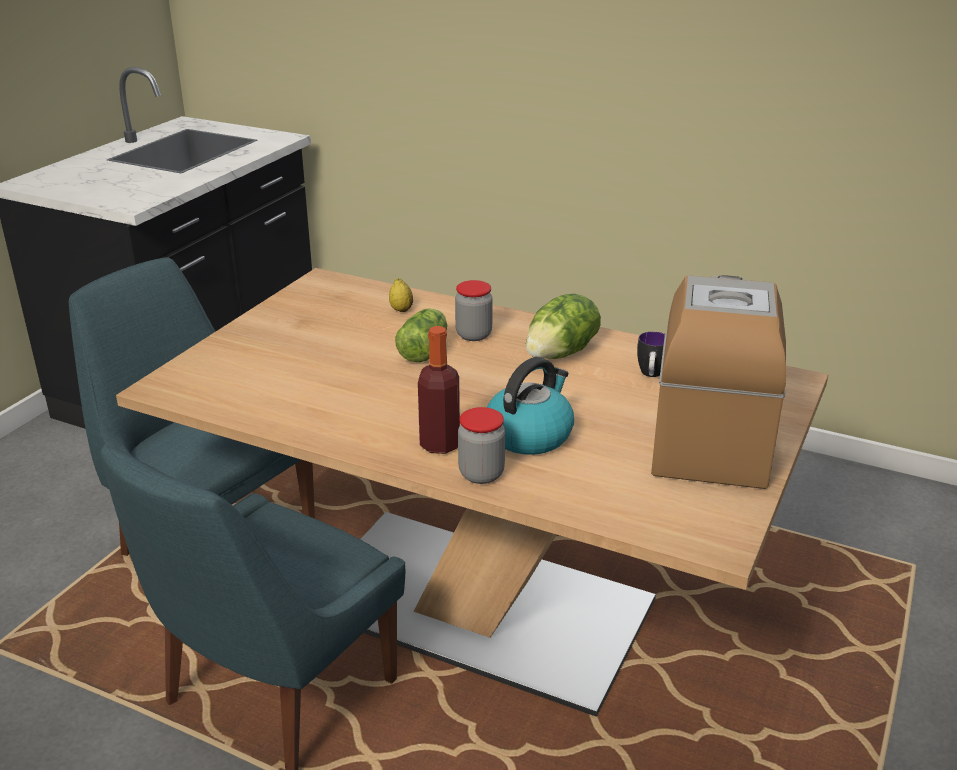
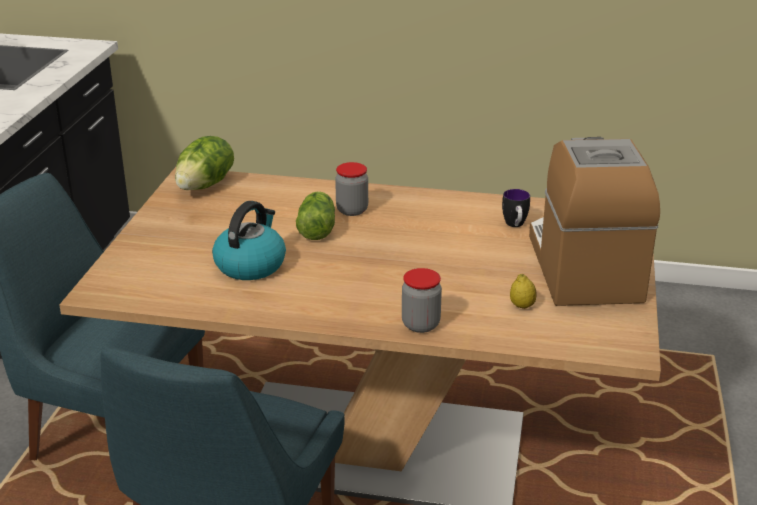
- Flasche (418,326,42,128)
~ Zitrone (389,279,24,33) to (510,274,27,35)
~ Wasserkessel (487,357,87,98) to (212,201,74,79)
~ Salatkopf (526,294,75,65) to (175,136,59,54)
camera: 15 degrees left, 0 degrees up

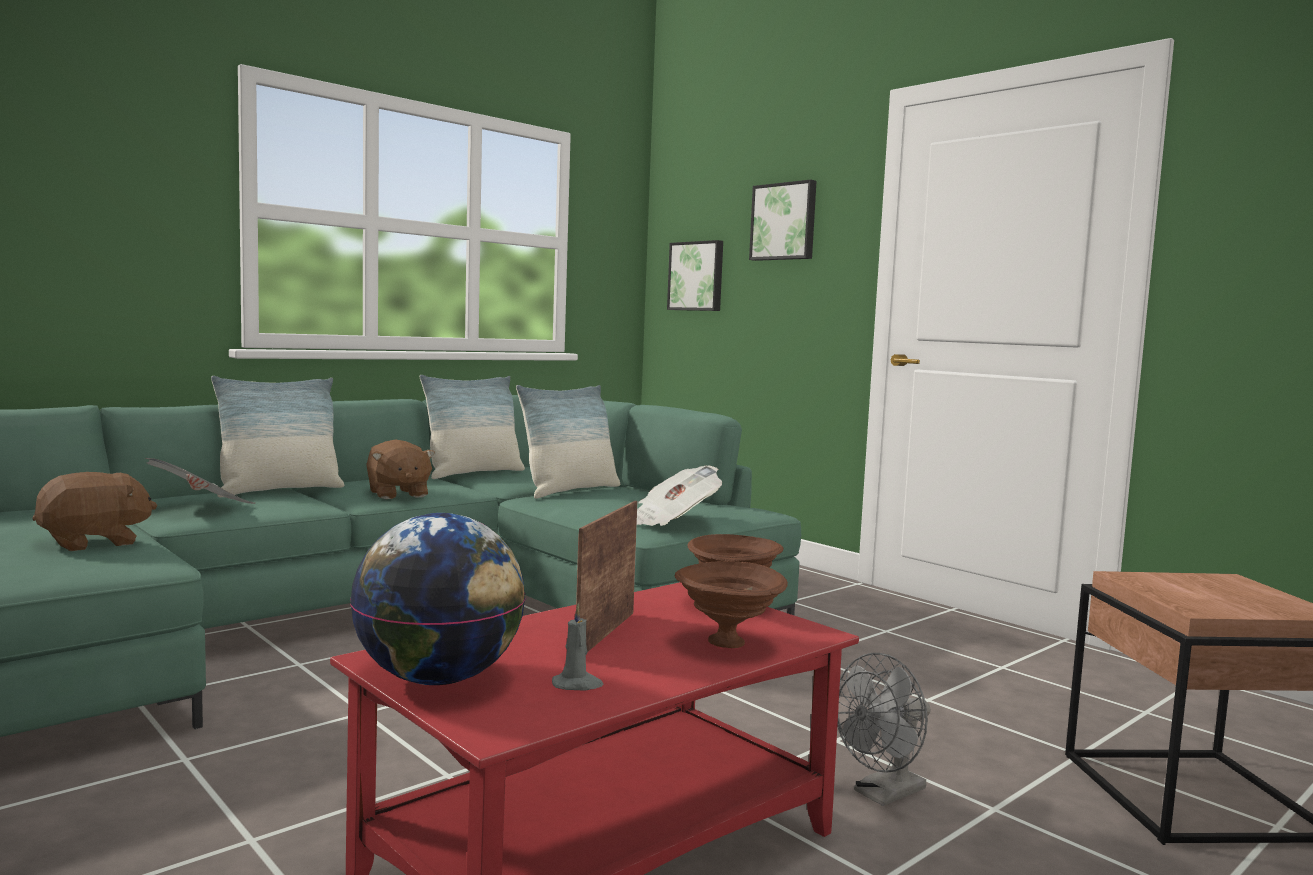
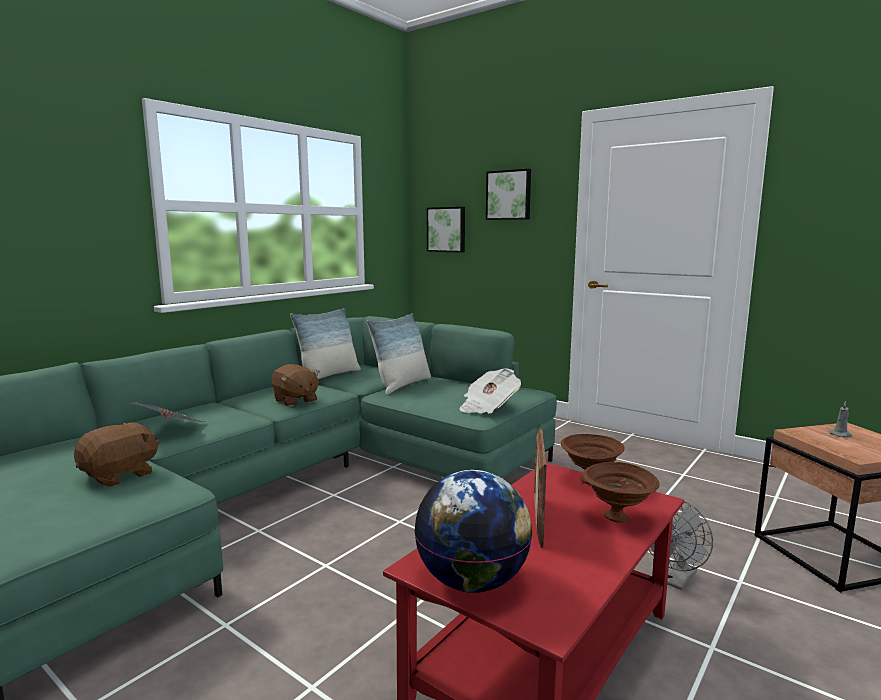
- Kissen (211,376,133,121)
~ Kerze (grau) (552,604,51,86) to (828,401,24,36)
camera: 10 degrees left, 5 degrees up

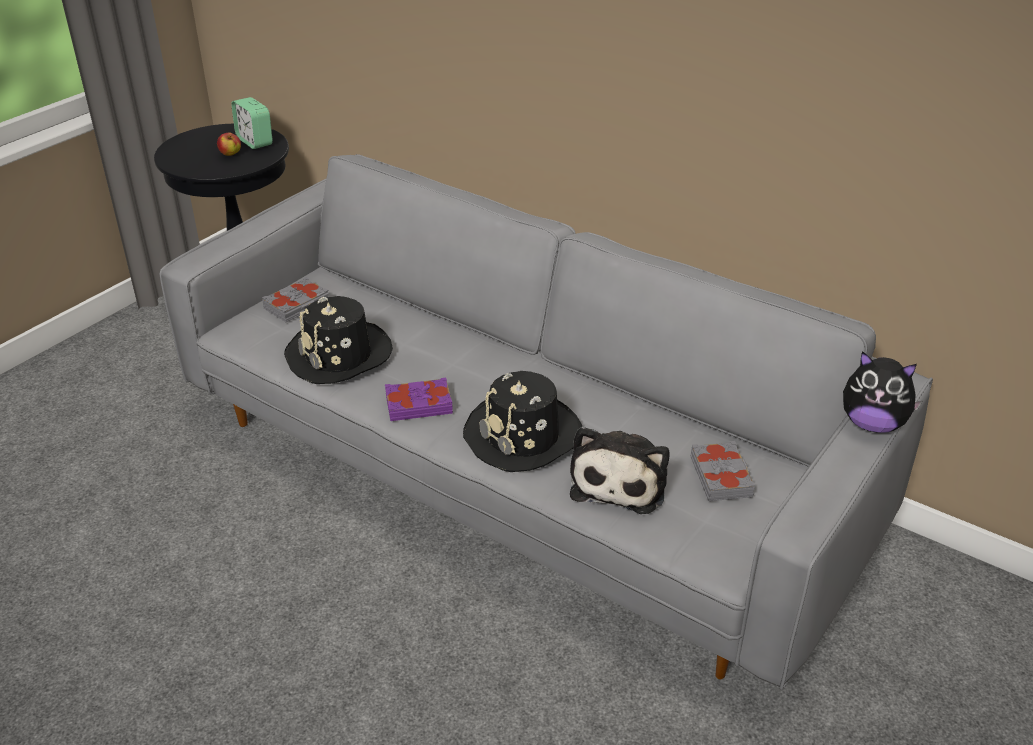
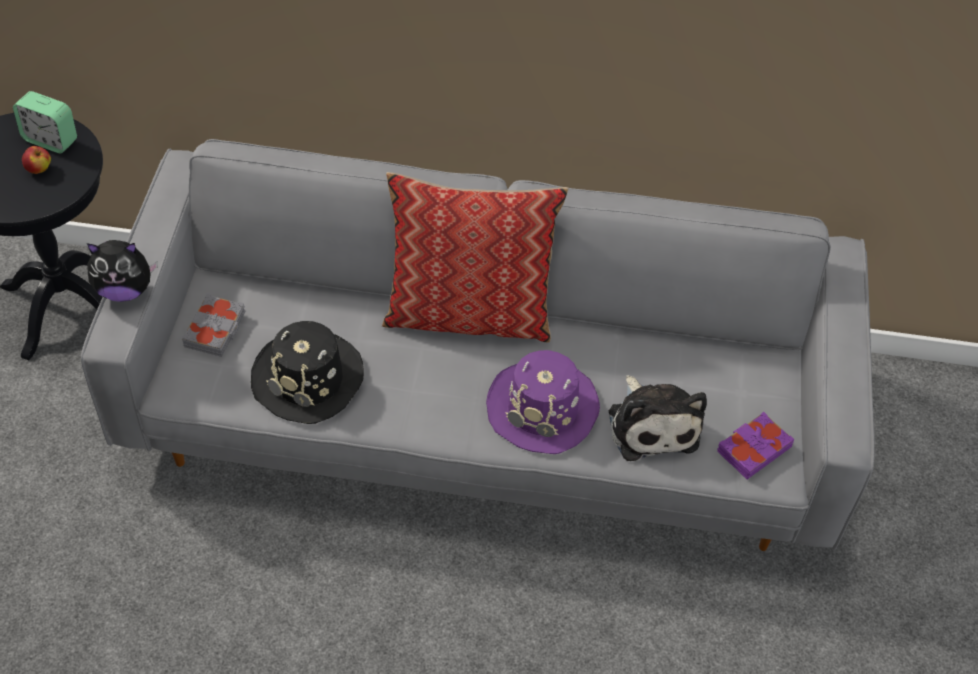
- Buch (grau) (690,441,65,60)
+ Kissen (382,172,187,170)
~ Buch (lila) (385,377,68,44) to (717,412,77,67)
~ Plüschtier (843,351,79,82) to (87,240,71,62)
~ Hut (schwarz) (463,371,119,101) to Hut (lila) (486,350,114,104)
camera: 30 degrees left, 15 degrees up

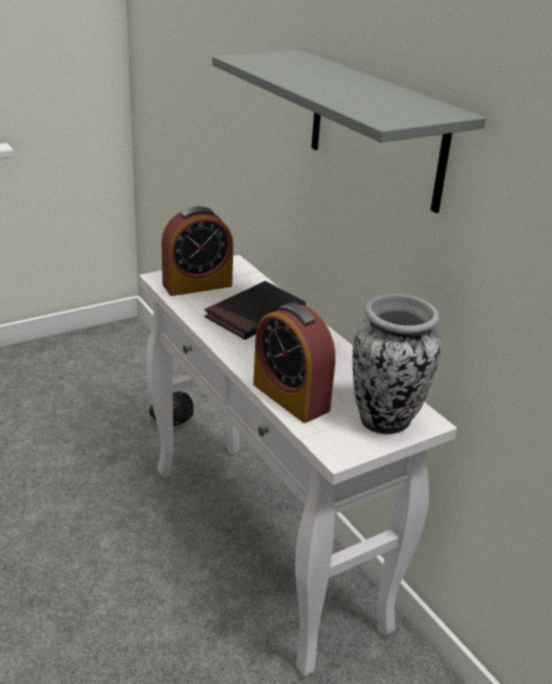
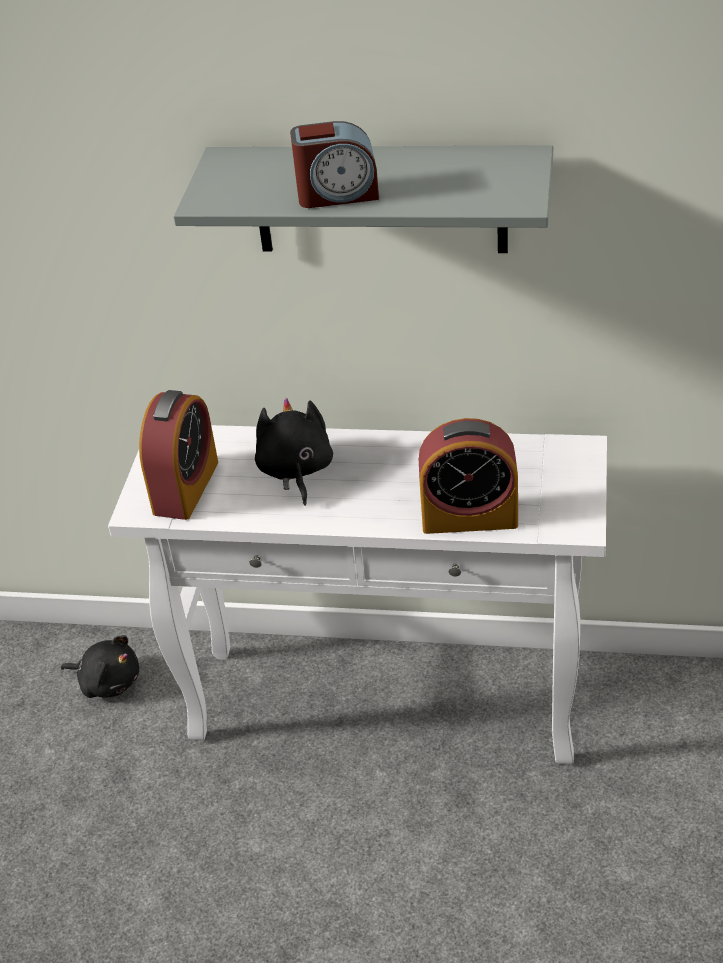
- Vase (352,294,89,140)
+ Wecker (290,121,89,87)
~ Buch (schwarz) (204,281,102,59) to Plüschtier (schwarz) (255,398,78,108)
camera: 45 degrees left, 10 degrees up

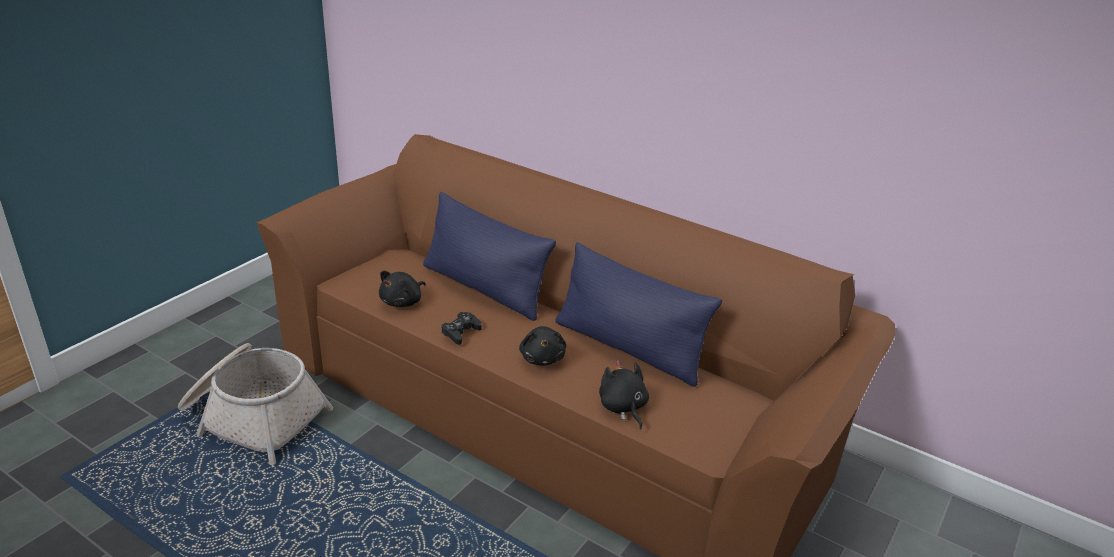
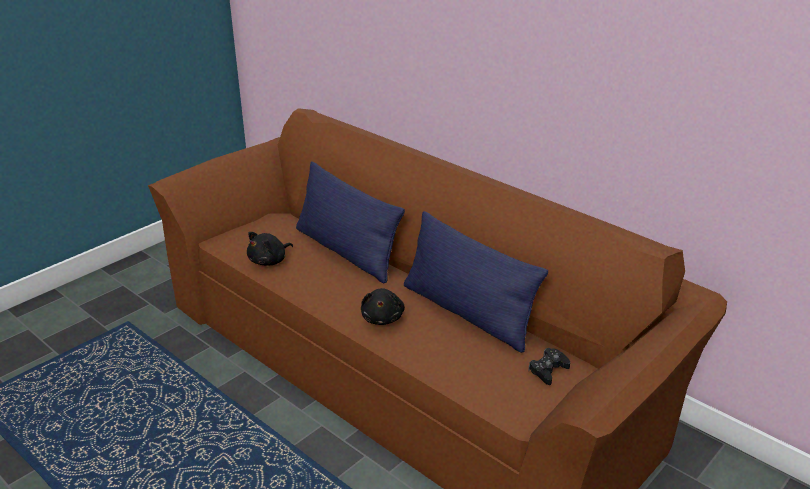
- Korb (178,343,155,122)
- Plüschtier (schwarz) (599,361,50,69)
~ Gamepad (schwarz) (441,312,40,33) to (528,348,42,37)
camera: 10 degrees right, 0 degrees up

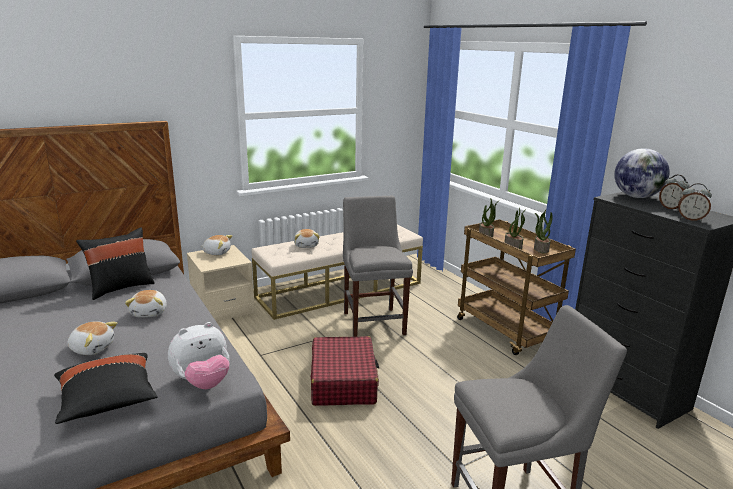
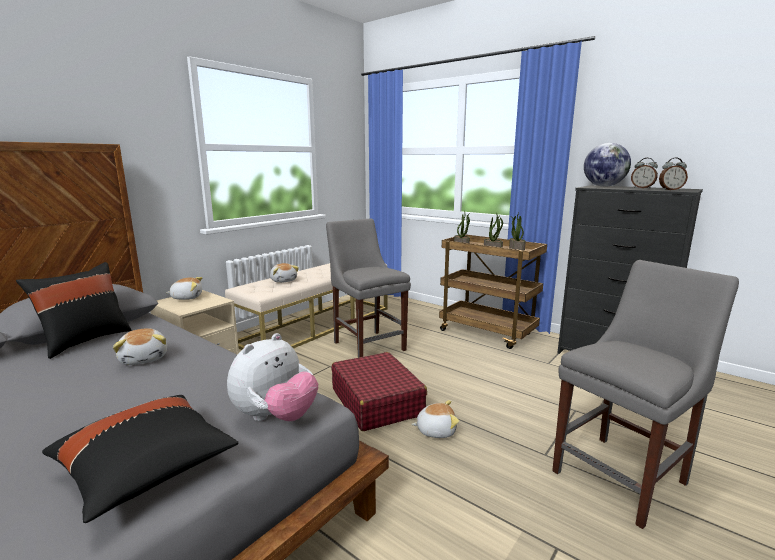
~ Plüschtier (68,321,49,34) to (411,400,48,38)
camera: 20 degrees left, 5 degrees down

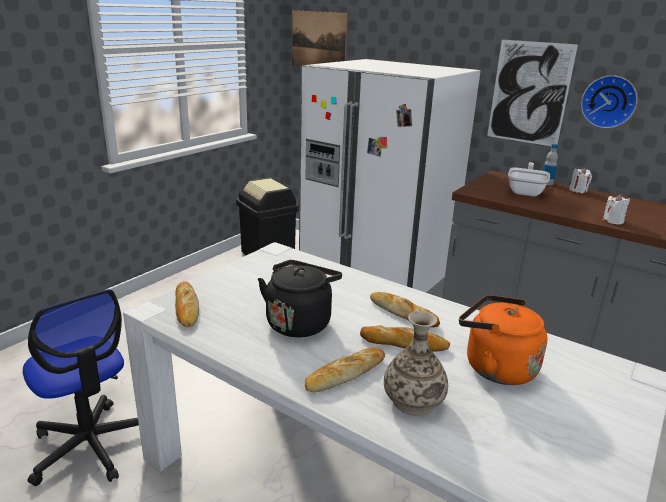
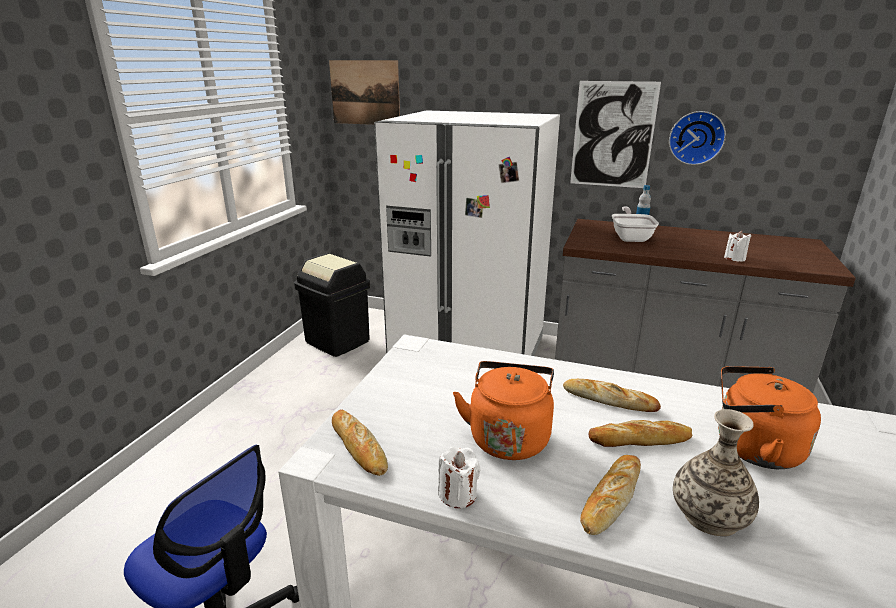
~ Kerze (weiß) (569,168,23,25) to (438,447,42,61)
~ Wasserkessel (schwarz) (258,260,84,77) to Wasserkessel (orange) (453,361,101,99)
camera: 15 degrees left, 0 degrees up

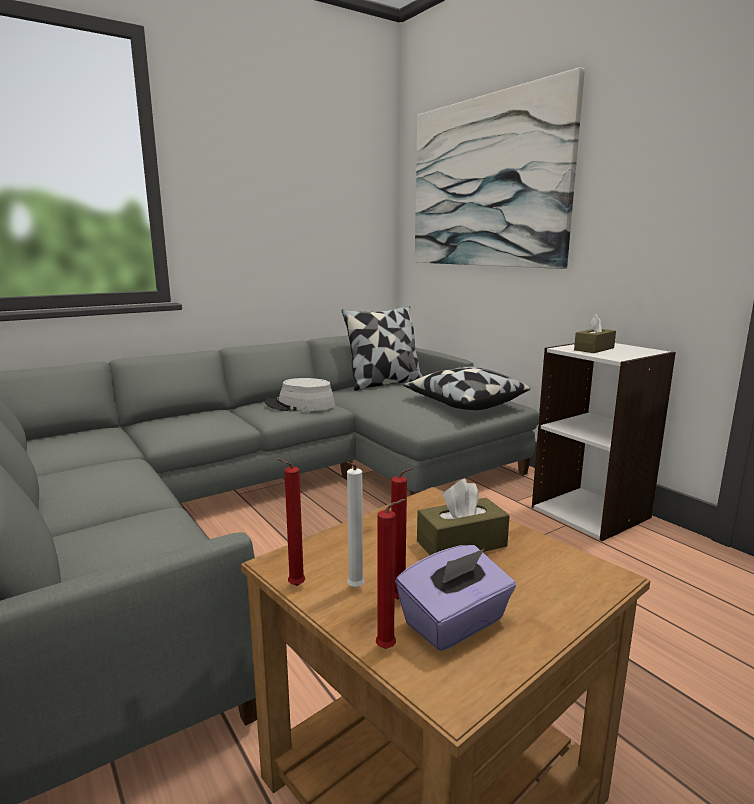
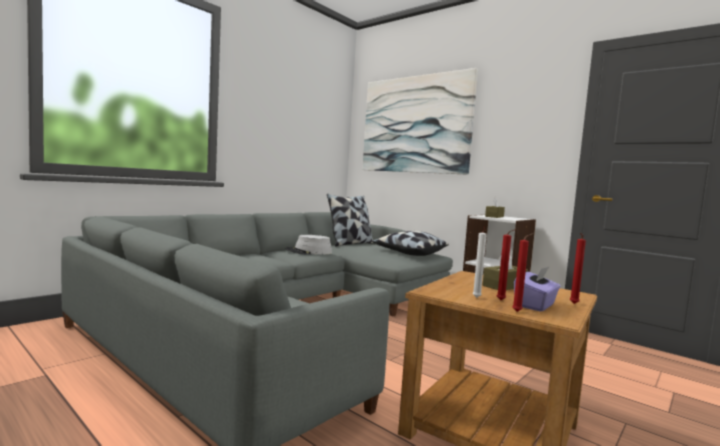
~ Kerze (rot) (277,458,28,128) to (570,233,16,71)
camera: 15 degrees left, 10 degrees down

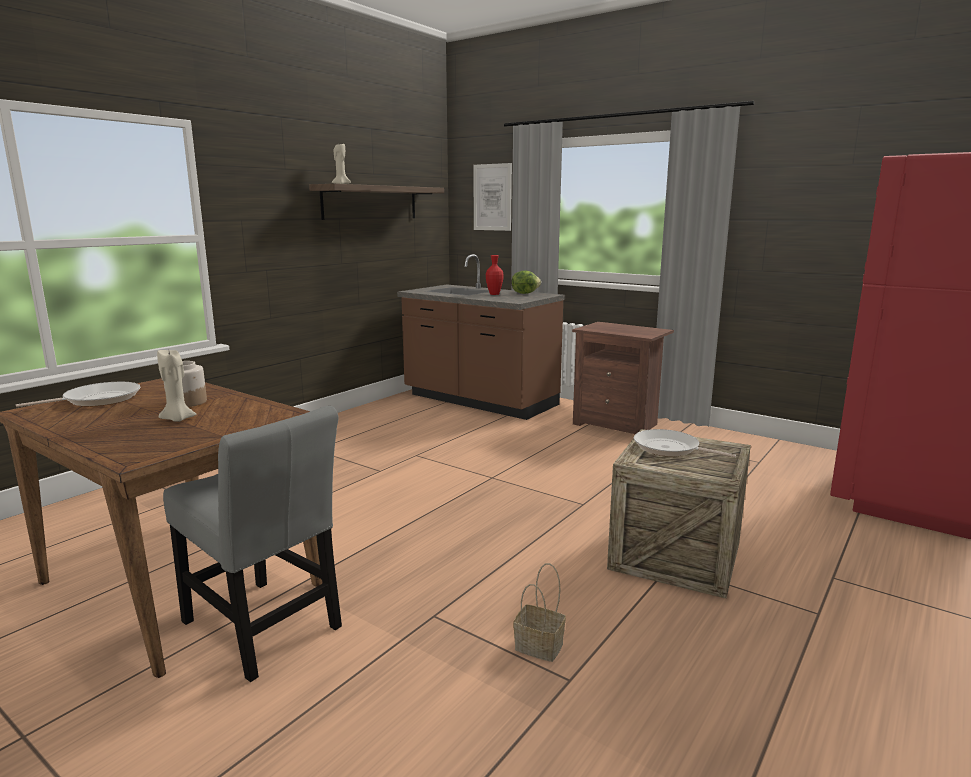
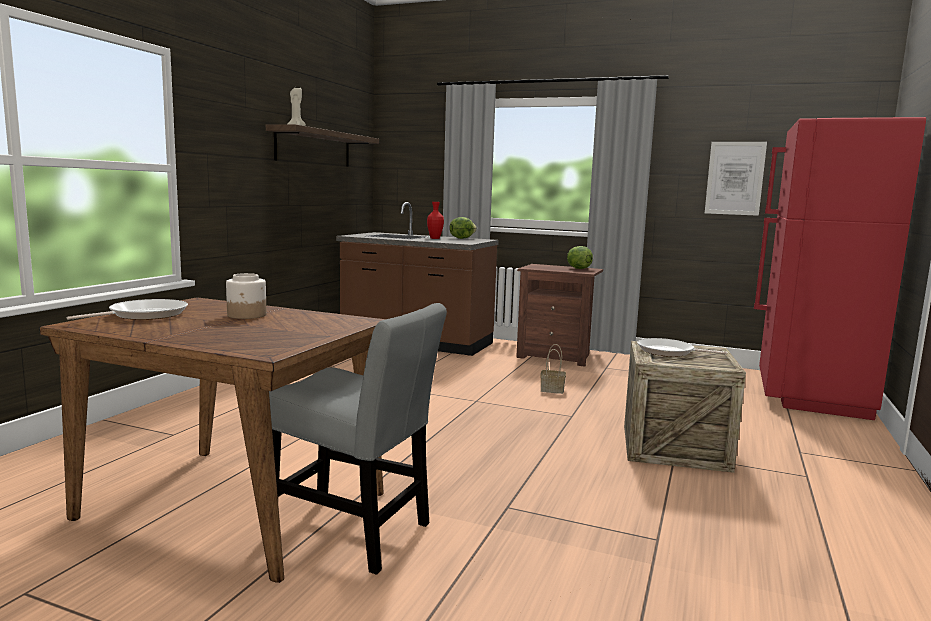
- Kerze (beige) (157,350,39,72)
+ Salatkopf (567,246,26,23)
~ Bild (473,163,39,68) to (705,142,62,74)
~ Korb (513,563,53,99) to (540,344,26,50)
camera: 15 degrees left, 5 degrees down

